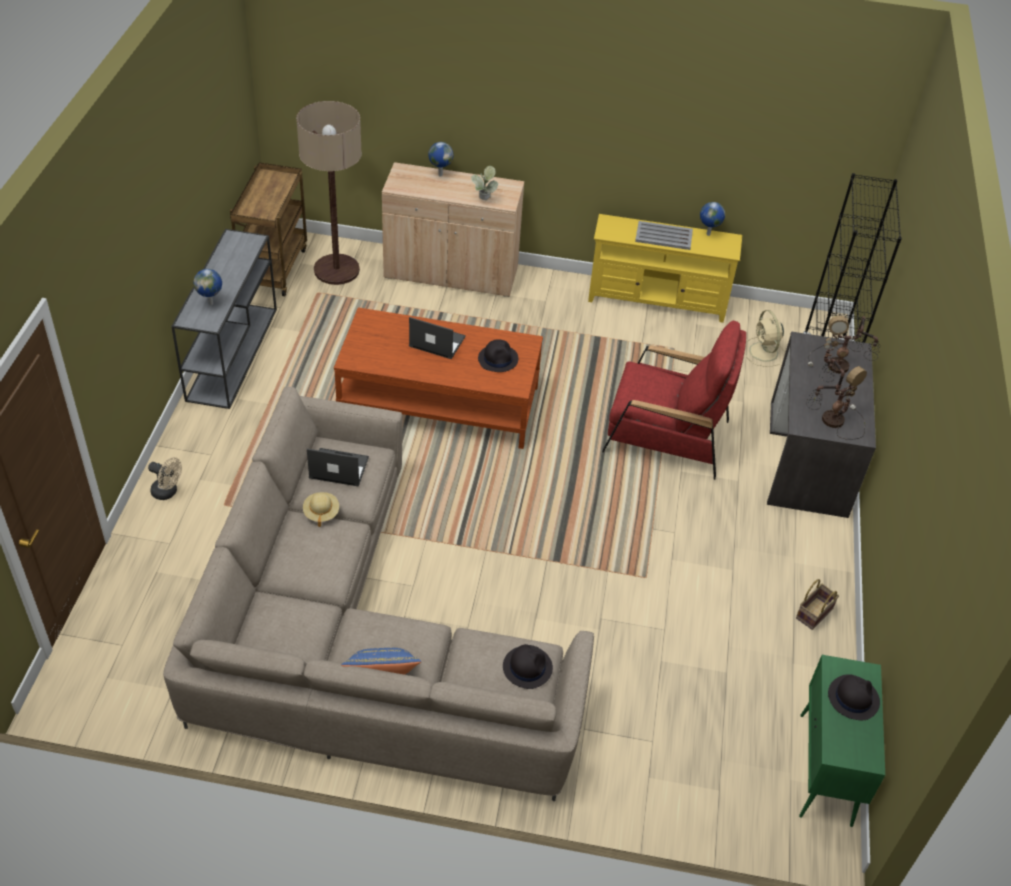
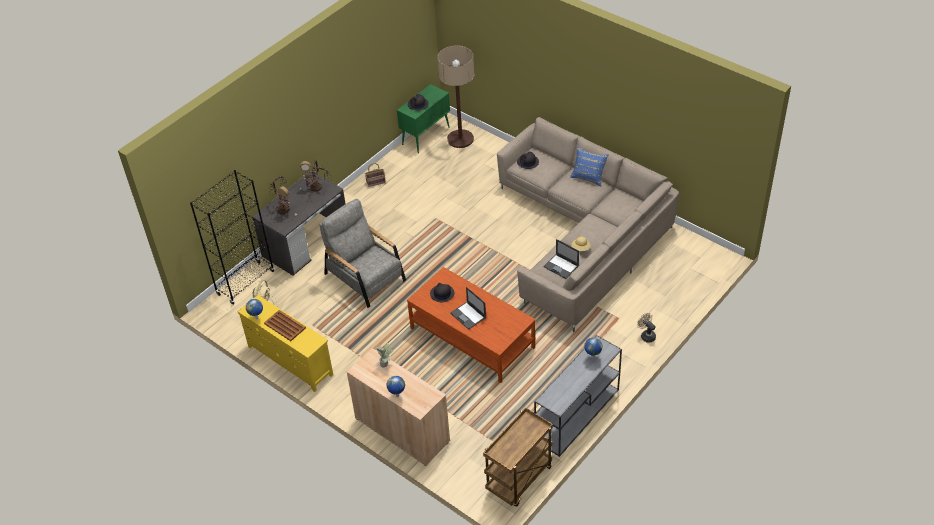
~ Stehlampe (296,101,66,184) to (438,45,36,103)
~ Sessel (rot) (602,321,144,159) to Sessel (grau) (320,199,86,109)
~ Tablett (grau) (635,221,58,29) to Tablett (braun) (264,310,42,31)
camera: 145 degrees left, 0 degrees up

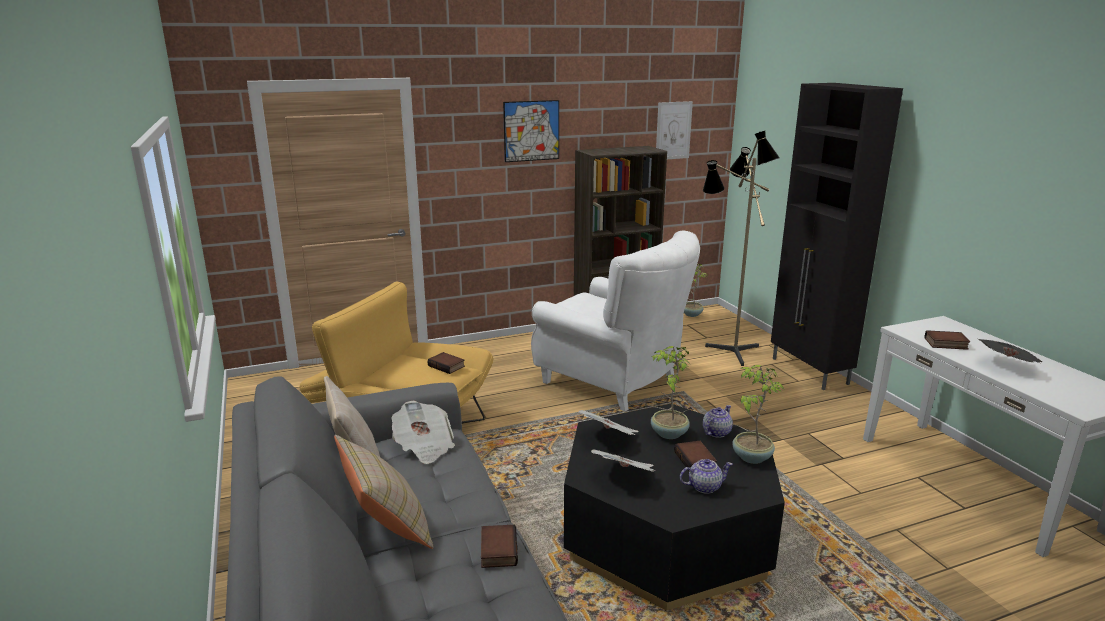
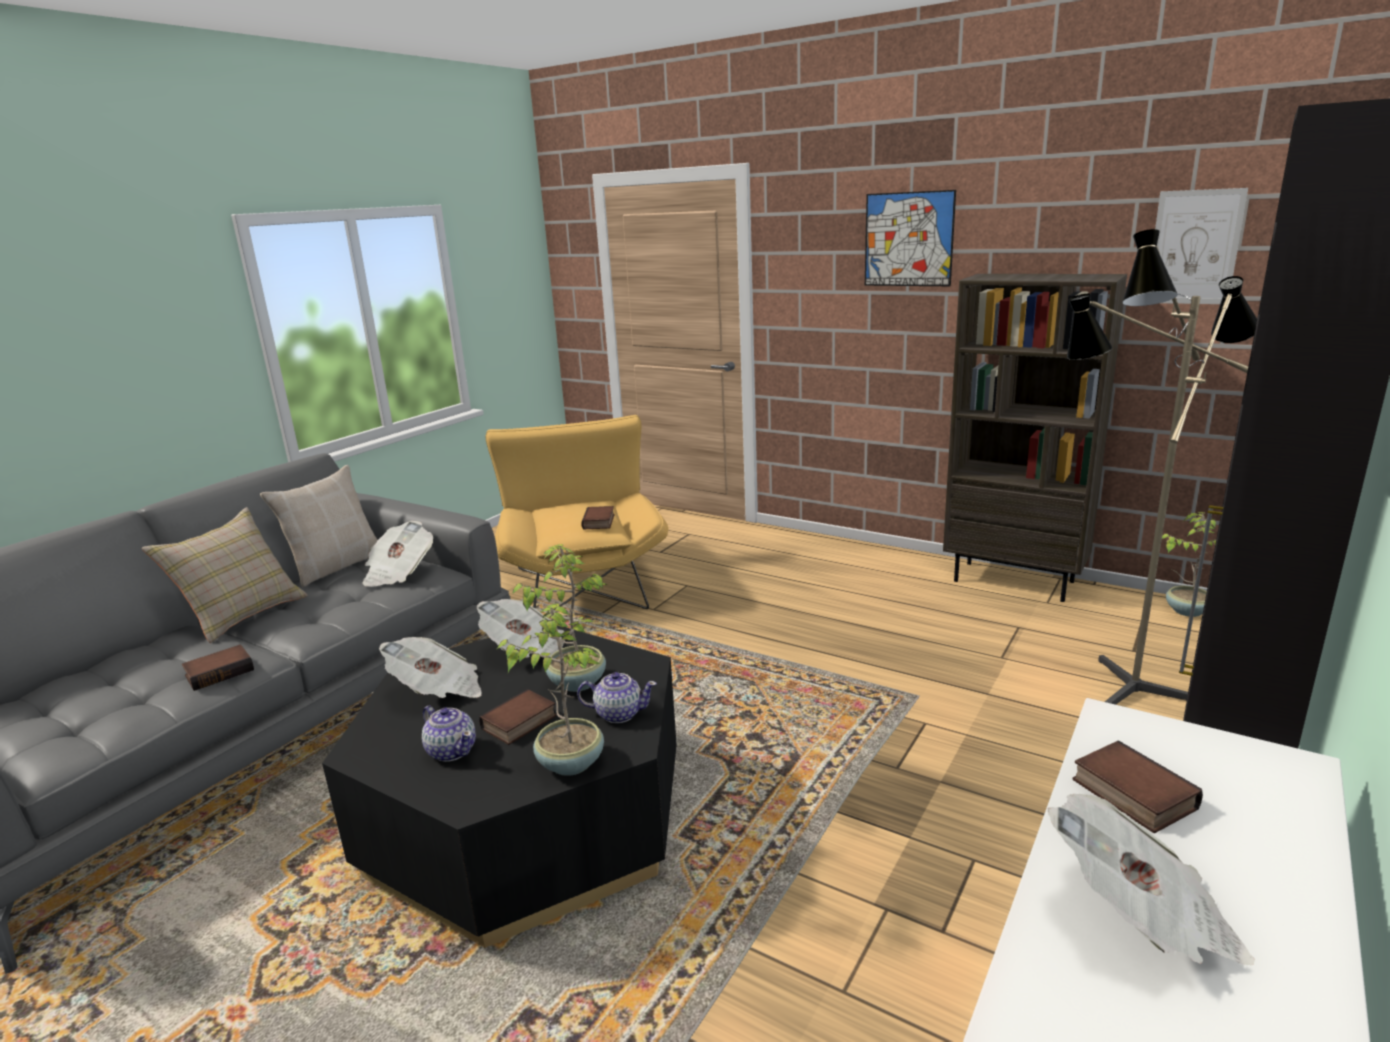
- Sessel (weiß) (531,231,169,180)
camera: 55 degrees right, 0 degrees up

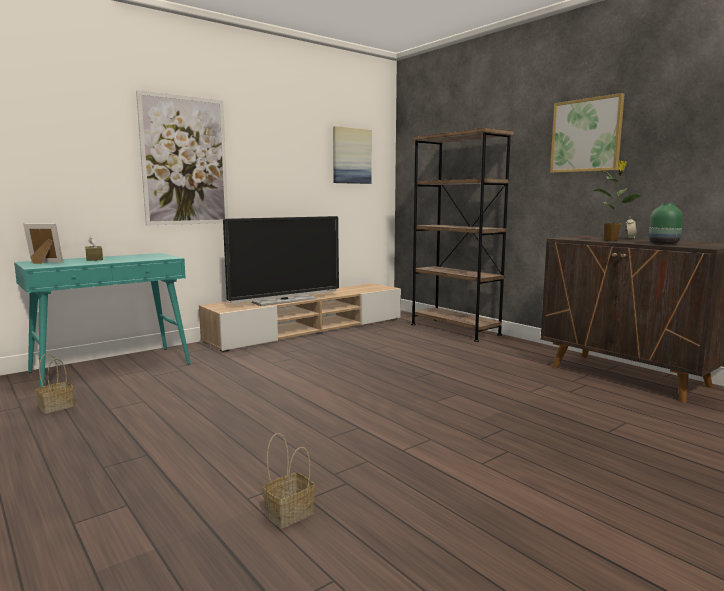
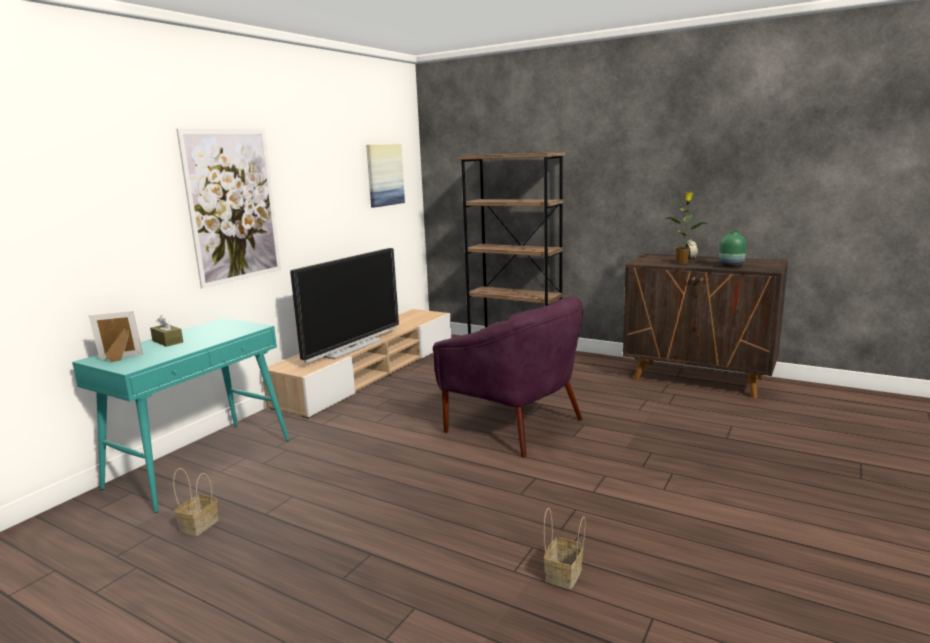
- Bild (550,93,74,80)
+ Sessel (lila) (433,296,151,162)
camera: 20 degrees left, 5 degrees up

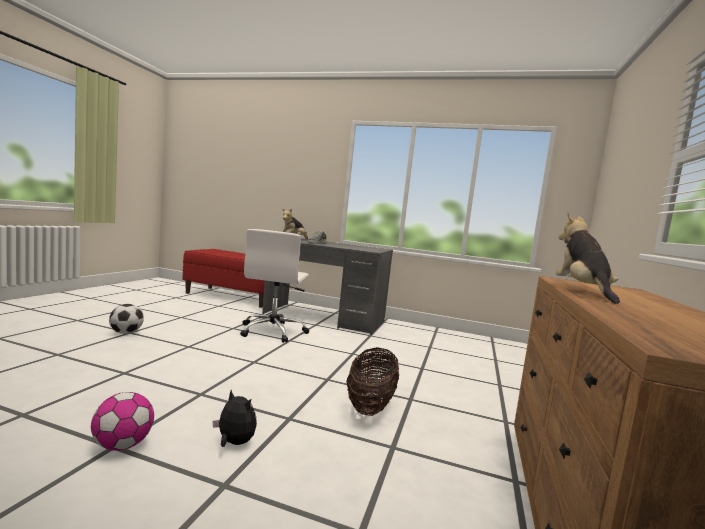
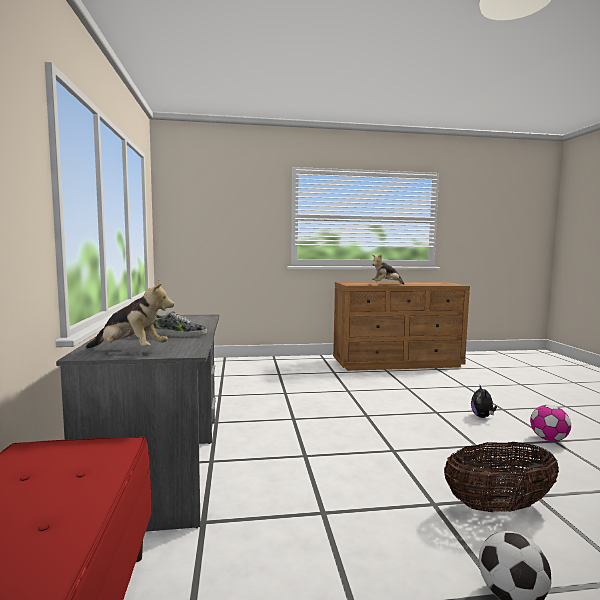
- Bürostuhl (weiß) (240,229,69,114)
~ Korb (347,347,52,69) to (444,442,115,71)
camera: 115 degrees left, 0 degrees up

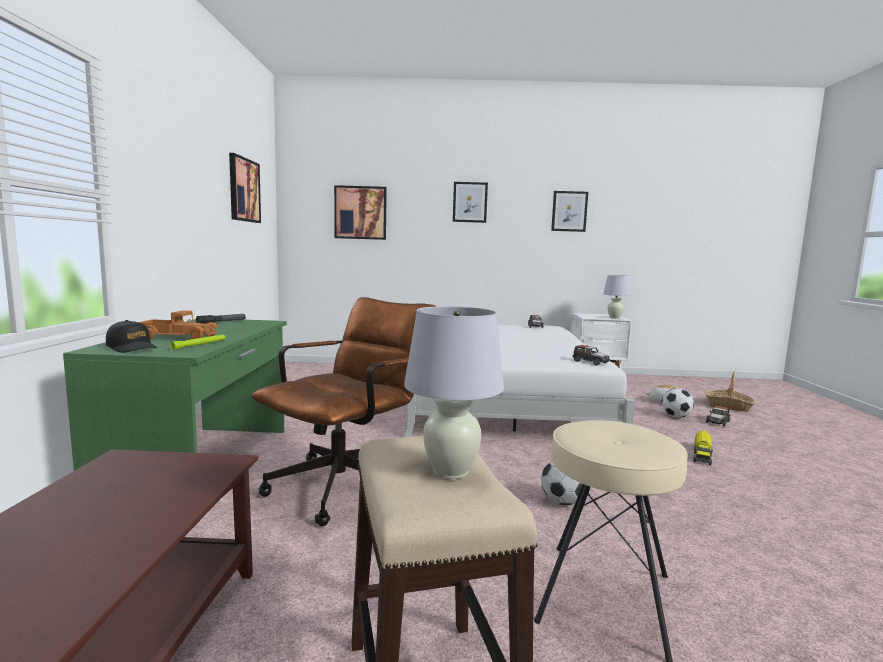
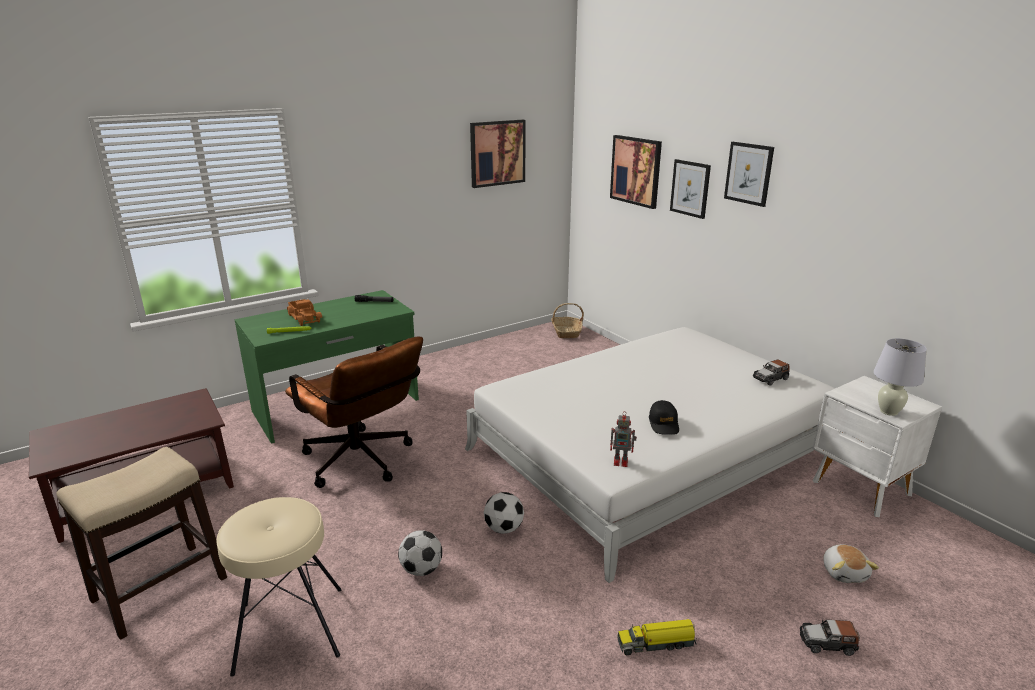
- Tischlampe (weiß) (404,306,100,173)
~ Kappe (schwarz) (106,320,51,33) to (649,400,30,35)
~ Bild (551,191,37,41) to (670,159,41,60)
~ Fußball (662,388,32,30) to (484,492,40,42)
~ Korb (705,371,50,41) to (551,303,33,35)
~ Spielzeugauto (572,345,38,20) to Spielzeugroboter (610,411,27,56)
~ Bürostuhl (braun) (252,297,185,229) = (285,337,138,151) 45 degrees clockwise
camera: 55 degrees right, 15 degrees up

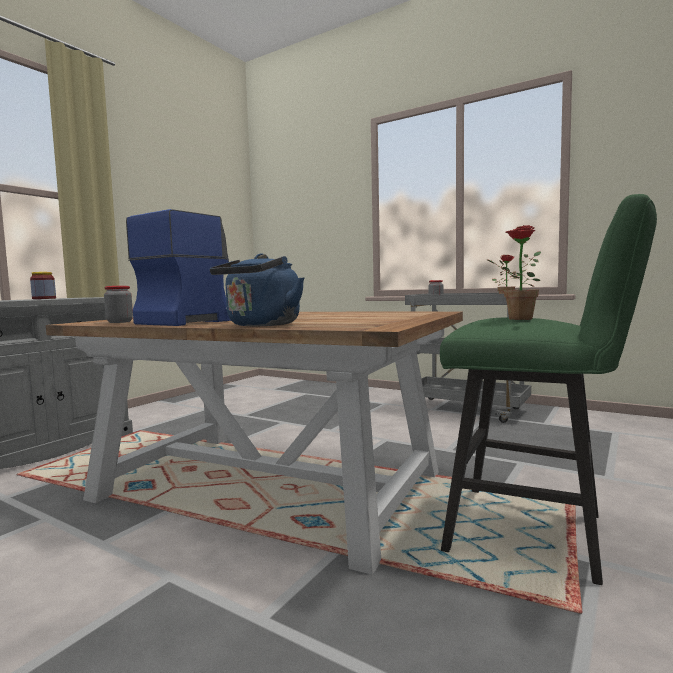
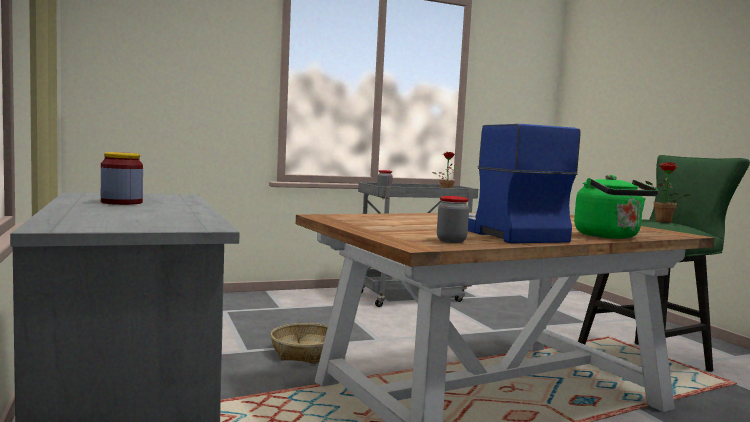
+ Korb (271,323,57,41)
~ Wasserkessel (blau) (210,254,94,72) to Wasserkessel (grün) (574,175,84,64)
camera: 55 degrees left, 0 degrees up

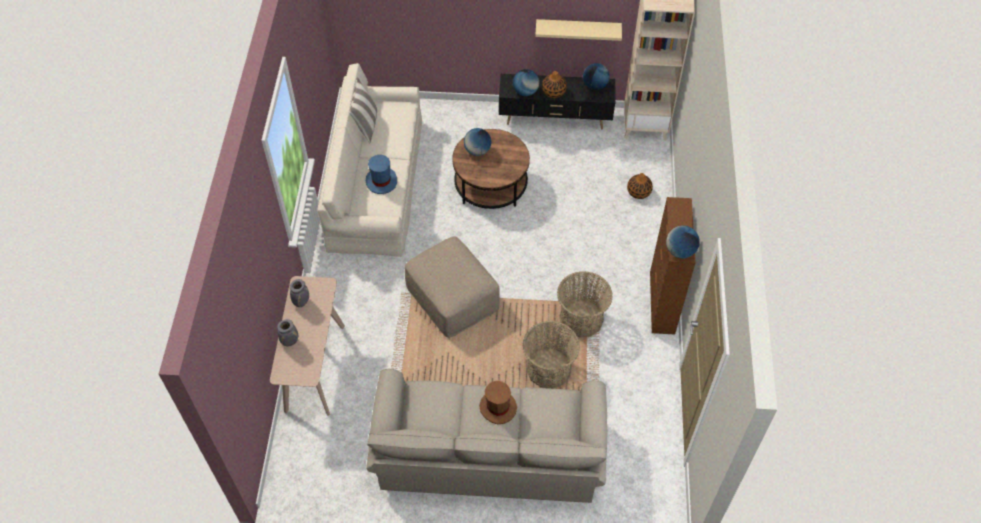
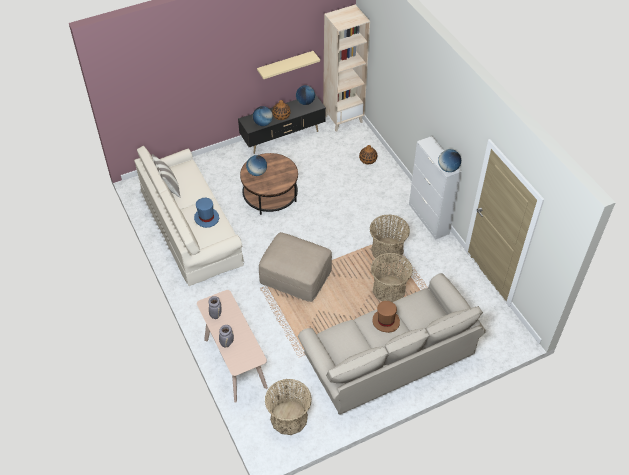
+ Korb (265,379,47,56)
~ Schrank (braun) (650,197,46,137) to Schrank (weiß) (409,136,53,104)
camera: 30 degrees left, 5 degrees down

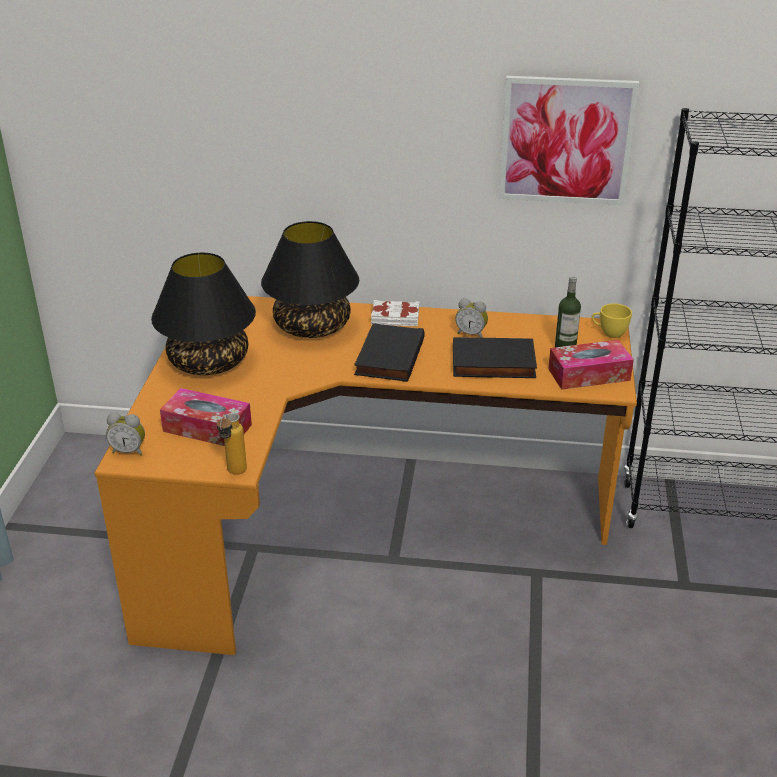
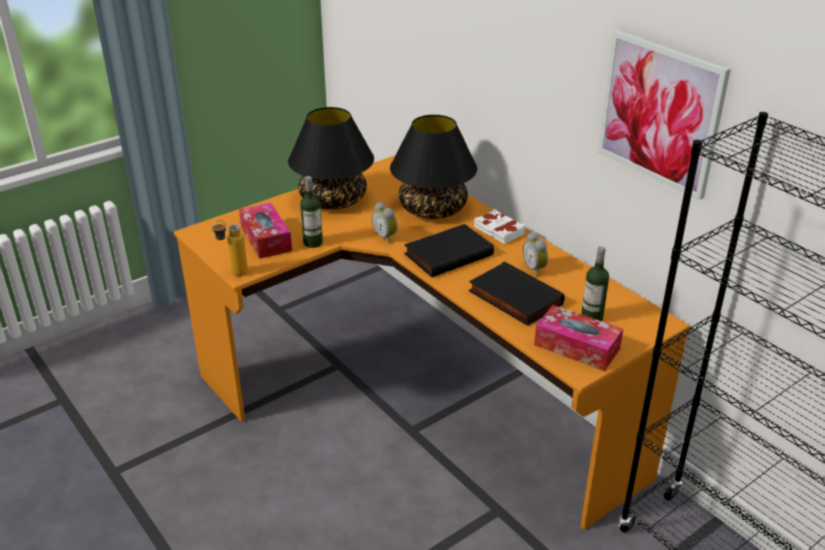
- Tasse (gelb) (592,303,40,35)
+ Flasche (300,176,23,72)
~ Wecker (106,413,39,43) to (372,202,26,41)
camera: 45 degrees right, 0 degrees up

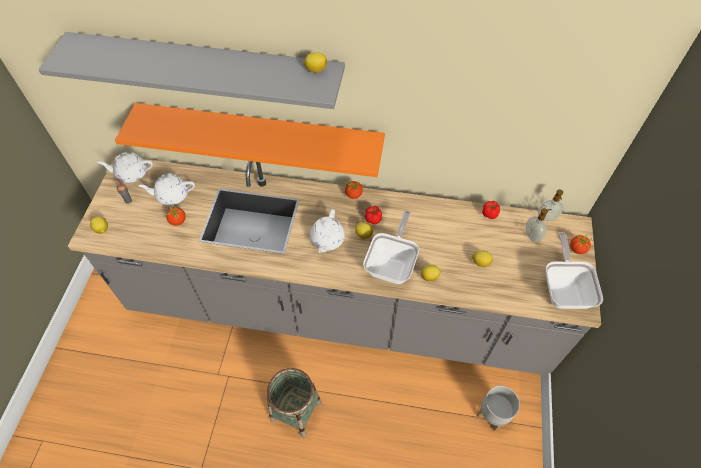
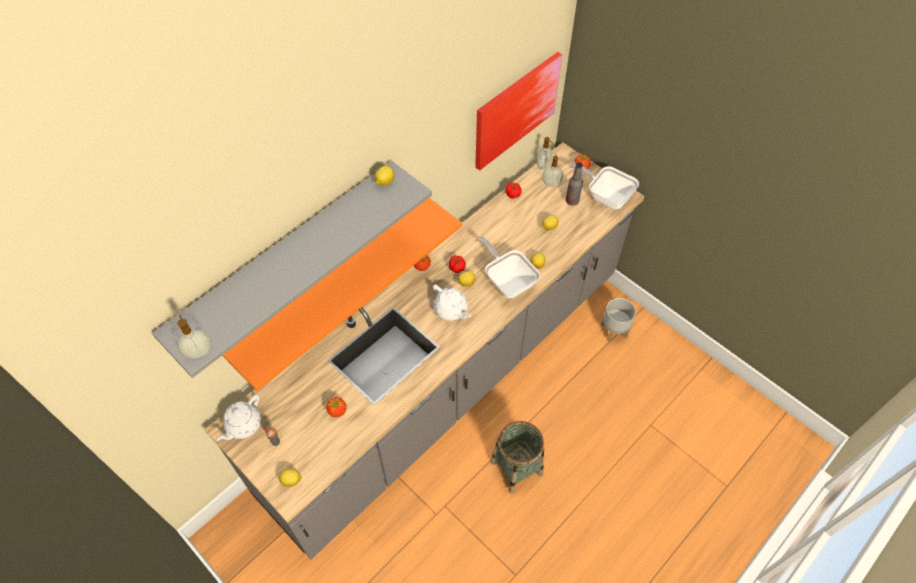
- Teekanne (weiß) (138,173,57,32)
+ Seifenspender (177,315,35,44)
+ Bild (475,52,87,118)
+ Flasche (566,162,17,43)
camera: 55 degrees left, 0 degrees up

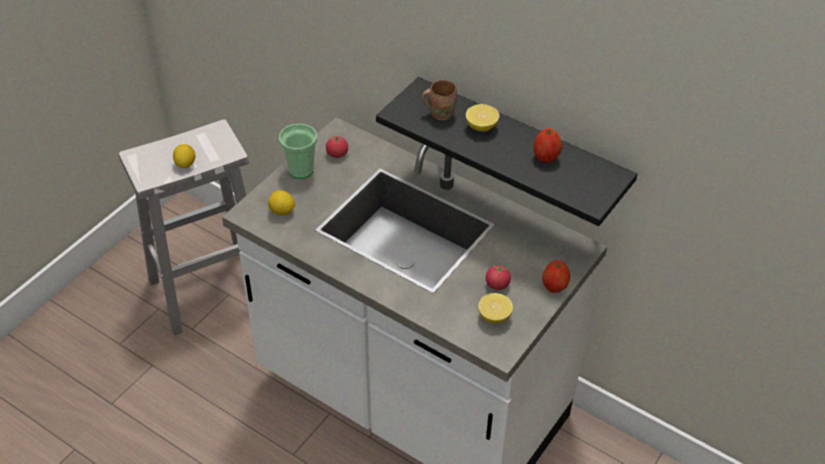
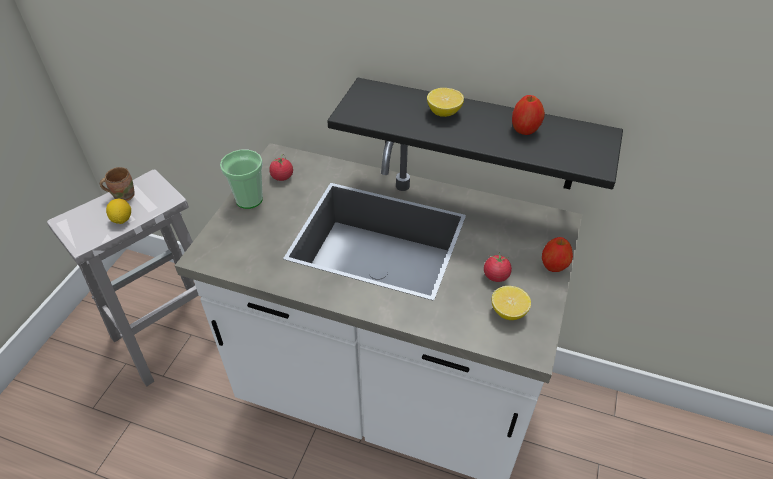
- Zitrone (268,190,27,25)
~ Henkelbecher (braun) (422,80,35,40) to (100,167,35,35)
camera: 15 degrees left, 0 degrees up

